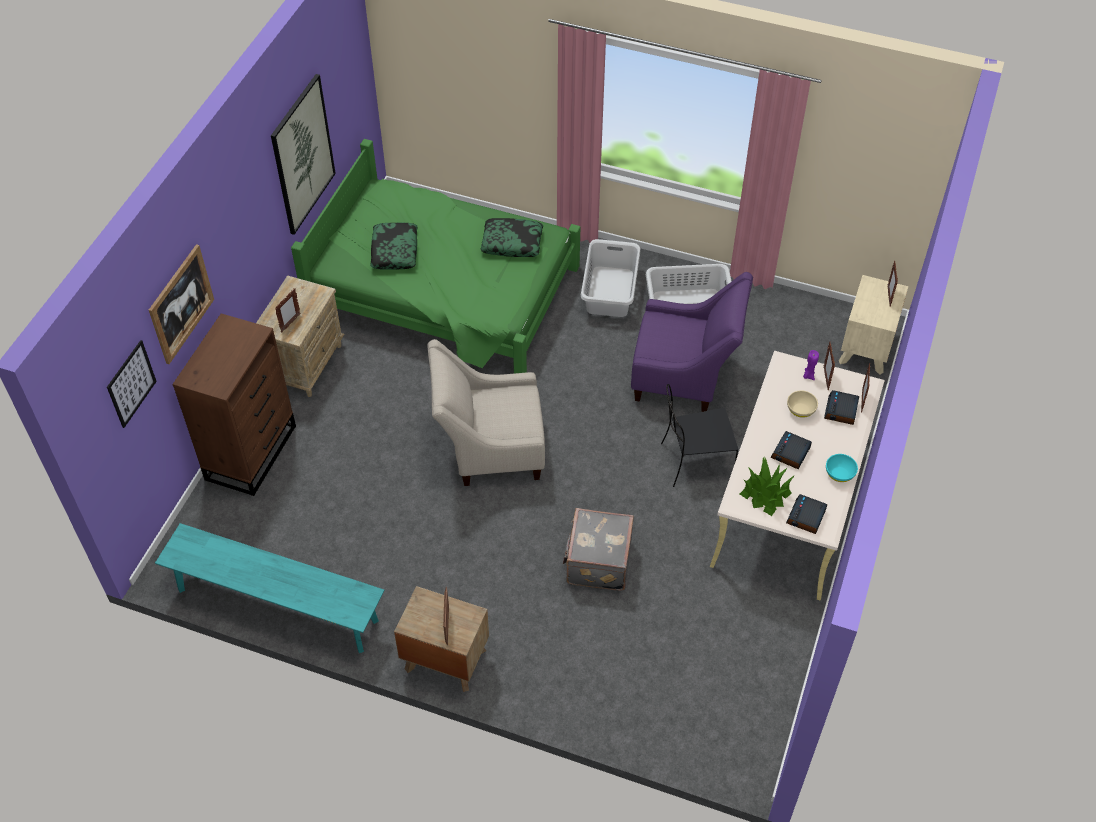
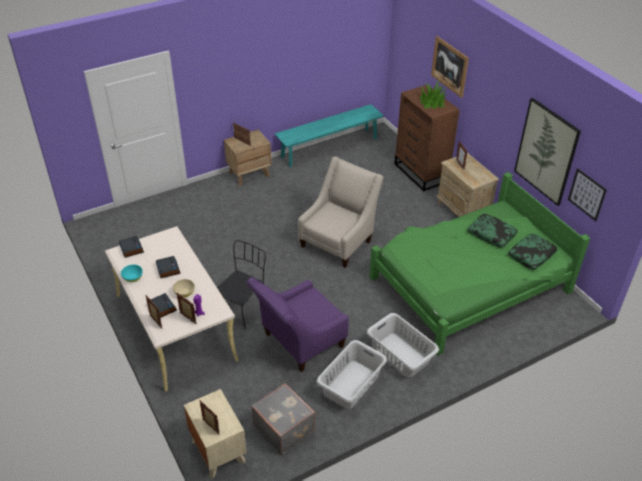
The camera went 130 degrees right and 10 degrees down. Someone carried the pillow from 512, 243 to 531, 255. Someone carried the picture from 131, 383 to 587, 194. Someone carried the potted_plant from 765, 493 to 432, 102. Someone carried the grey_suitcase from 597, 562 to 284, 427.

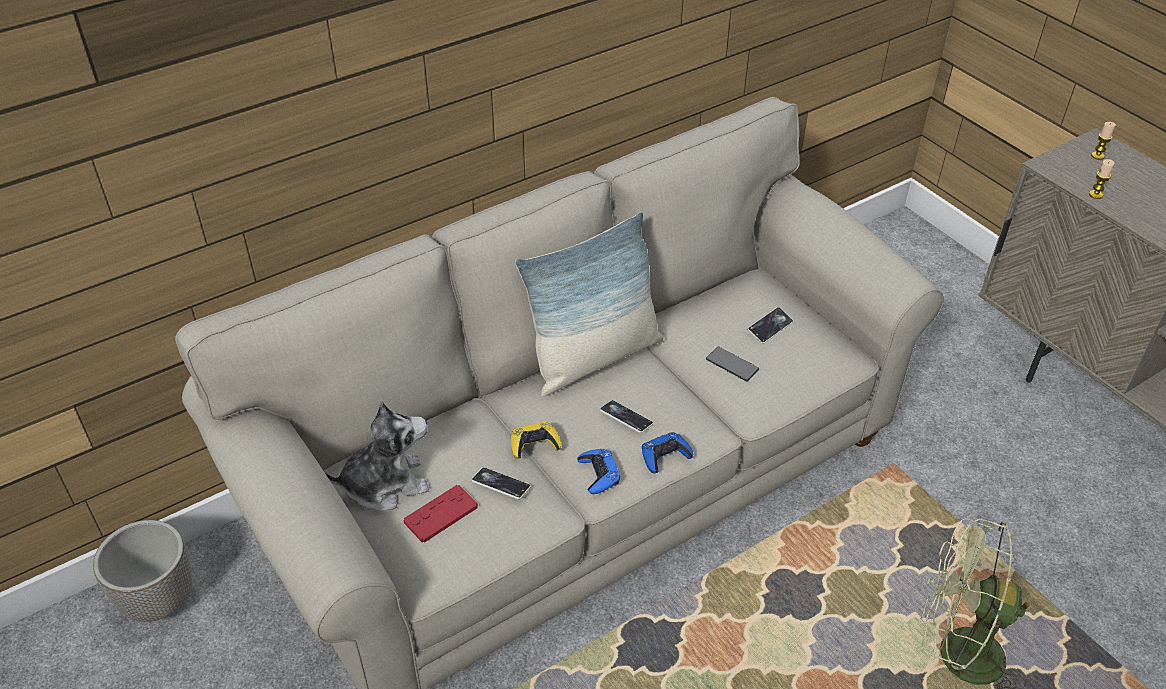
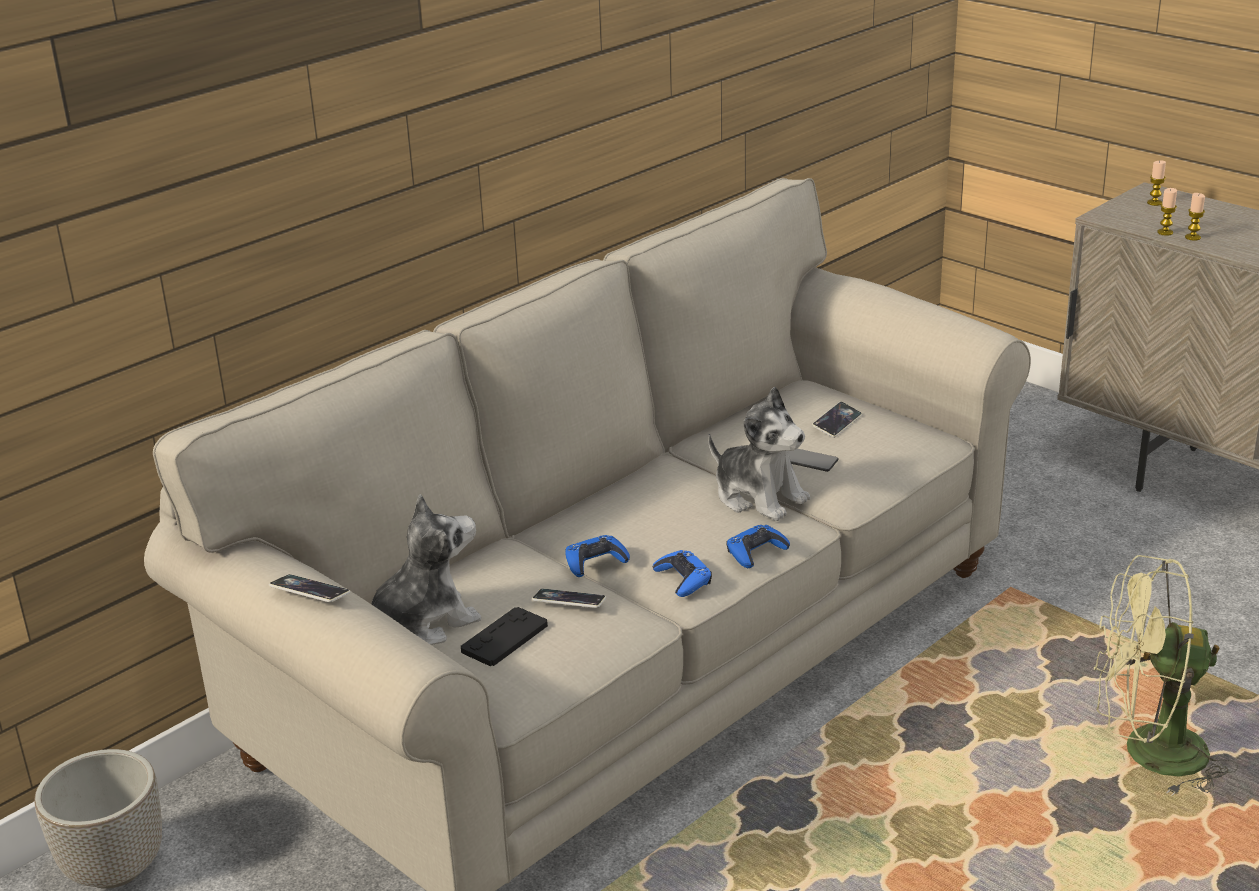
The camera went 10 degrees left and 15 degrees down. Someone took away the pillow at 594, 358. Someone carried the phone from 626, 419 to 310, 593. Someone repainted the yellow_game_controller at 534, 444, which became the blue_game_controller at 595, 562. Someone repainted the red_game_controller at 441, 514, which became the black_game_controller at 504, 638. Someone put down the candle at 1192, 237. Someone put down the plush_toy at 759, 496.

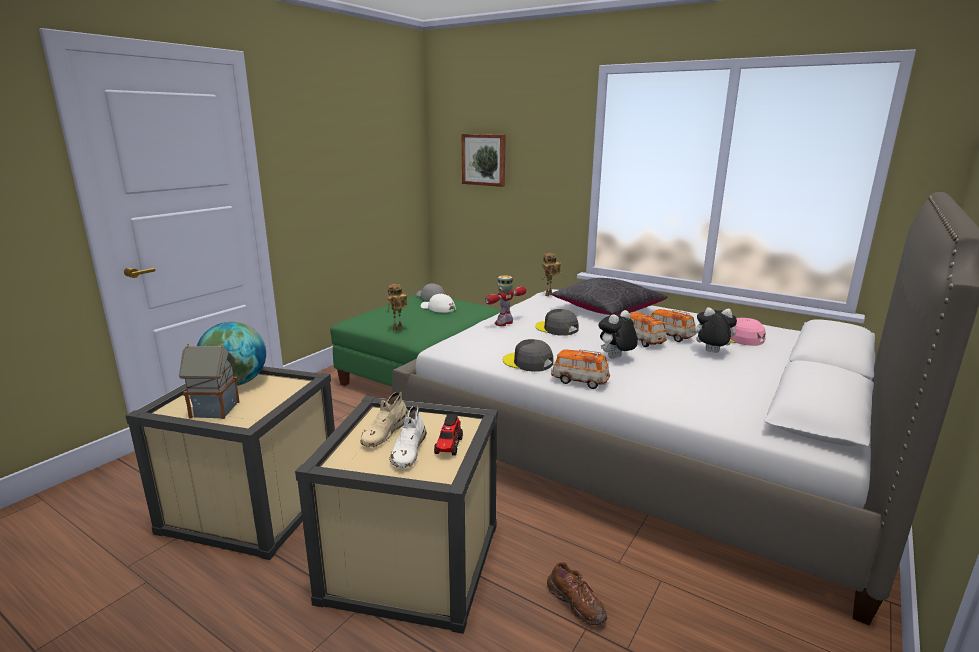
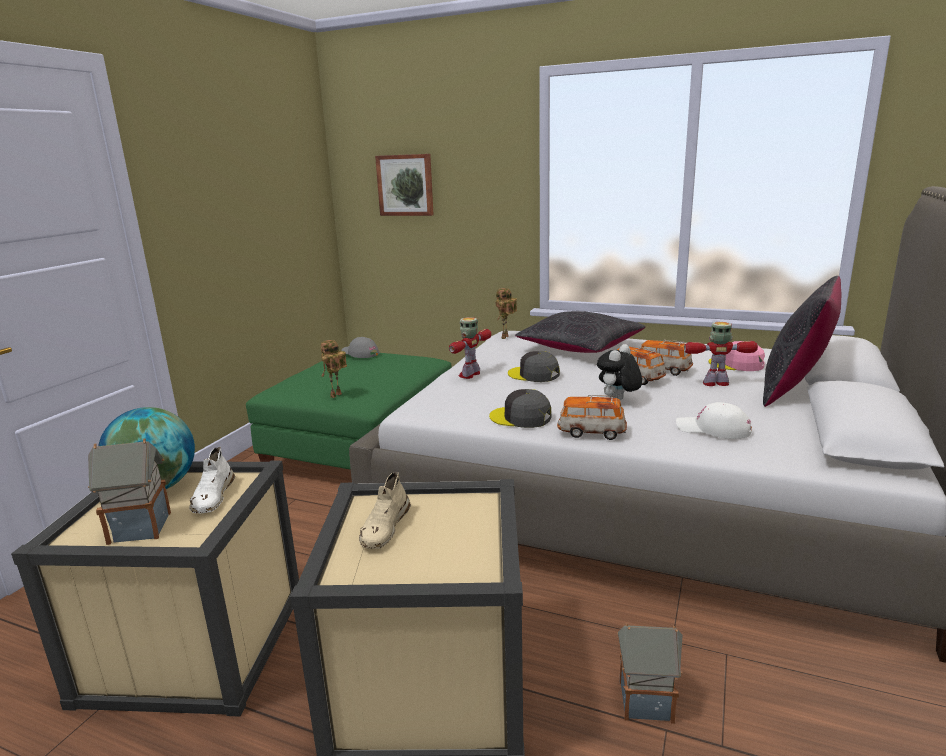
The camera went 10 degrees left and 0 degrees up. Someone carried the white_cap from 438, 308 to 713, 429. Someone swapped the plush_toy at 710, 352 for the toy_robot at 716, 383. Someone carried the white_shoe from 408, 451 to 213, 497. Someone took away the toy_truck at 448, 446. Someone swapped the brown_shoe at 576, 604 for the toy_house at 644, 702. Someone put down the black_pillow at 795, 390.

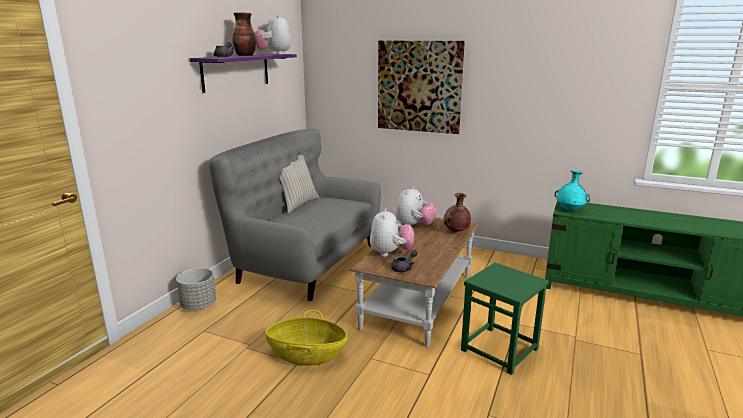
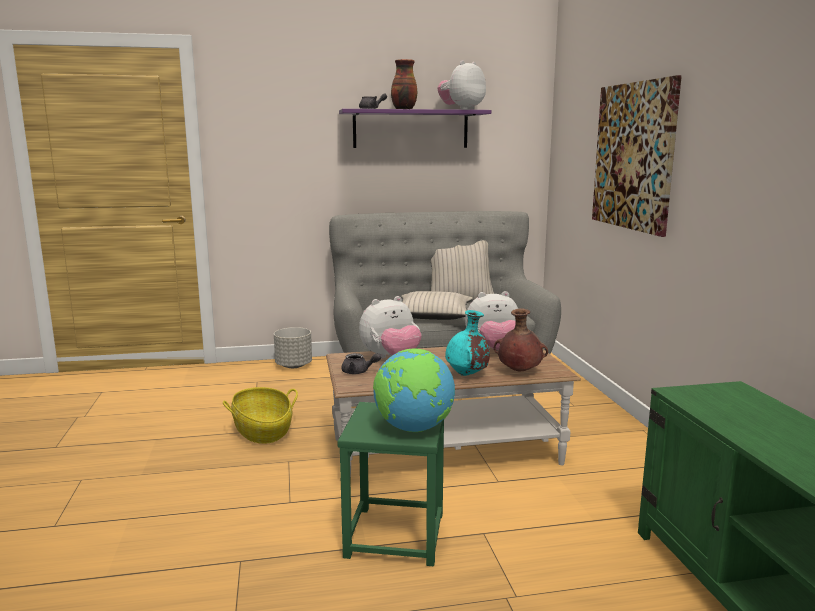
The camera went 55 degrees right and 5 degrees down. Someone carried the turquoise_vase from 570, 210 to 467, 375. Someone put down the beige_pillow at 433, 315. Someone put down the globe at 413, 428.

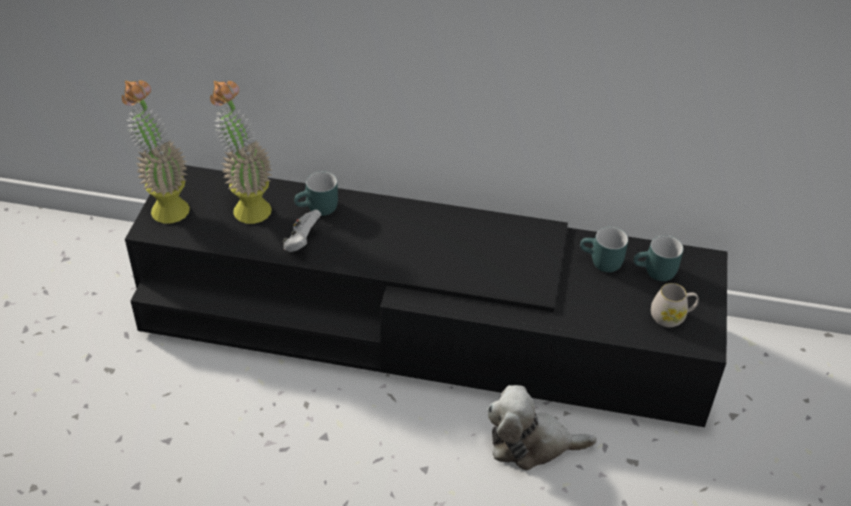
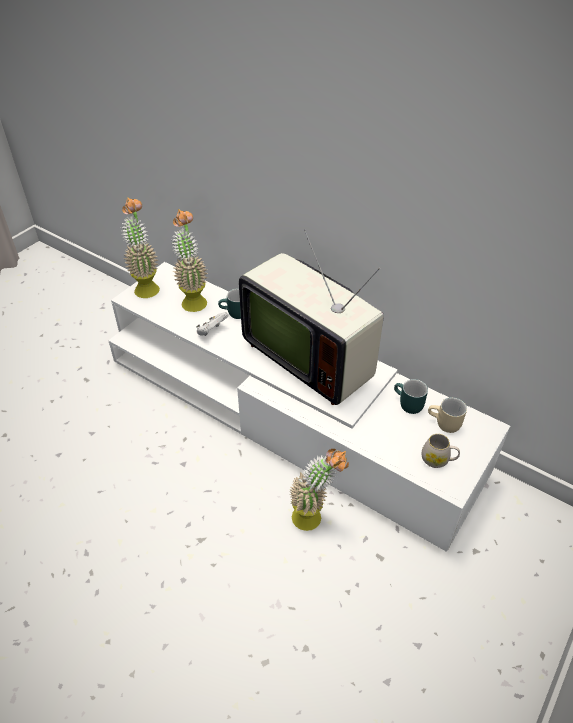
The camera went 25 degrees right and 0 degrees up. Someone repainted the black_tv_stand at 423, 327, which became the white_tv_stand at 286, 413. Someone repainted the turquoise_mug at 655, 273, which became the beige_mug at 444, 424. Someone swapped the plush_toy at 531, 443 for the potted_plant at 314, 517. Someone put down the television at 310, 357.

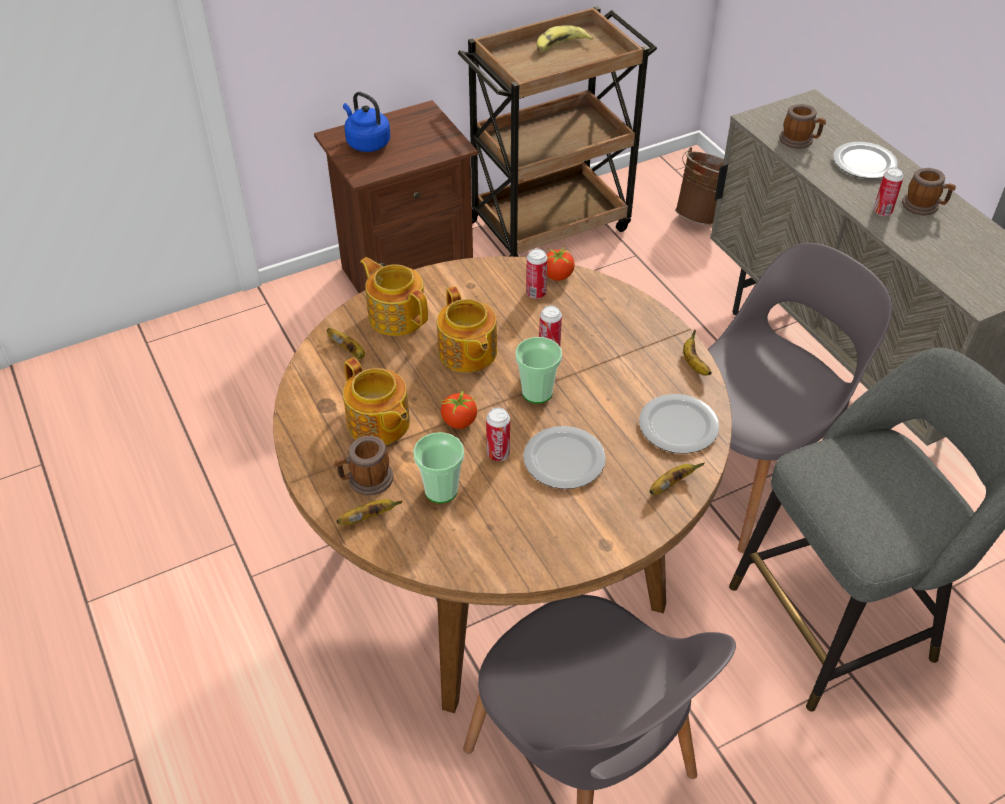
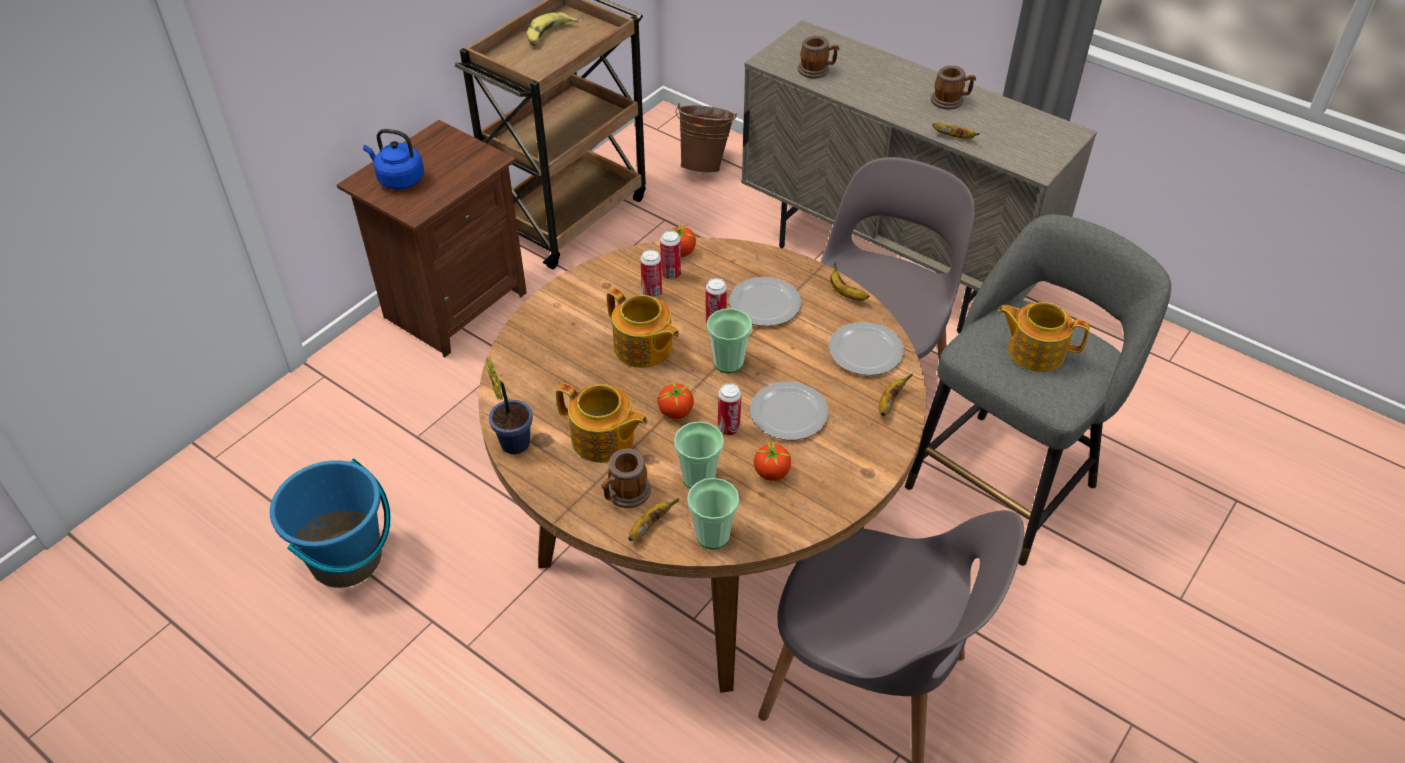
The camera went 25 degrees left and 0 degrees up. Someone carried the plate from 863, 163 to 765, 305. Someone carried the can from 882, 211 to 652, 293. Someone carried the teapot from 396, 315 to 1035, 351. Someone carried the banana from 349, 351 to 954, 137. Someone put down the potted_plant at 514, 440. Someone put down the tomato at 772, 473. Someone put down the blue_bucket at 347, 559. Someone put down the cup at 712, 535.

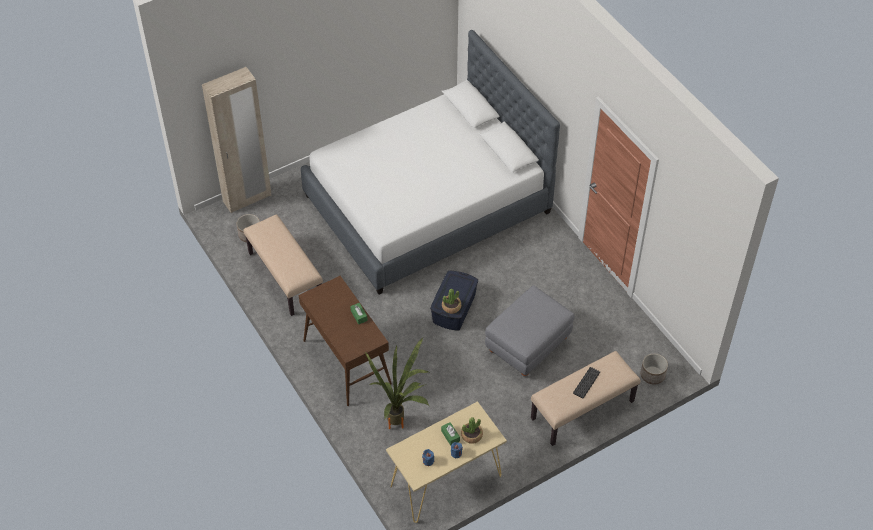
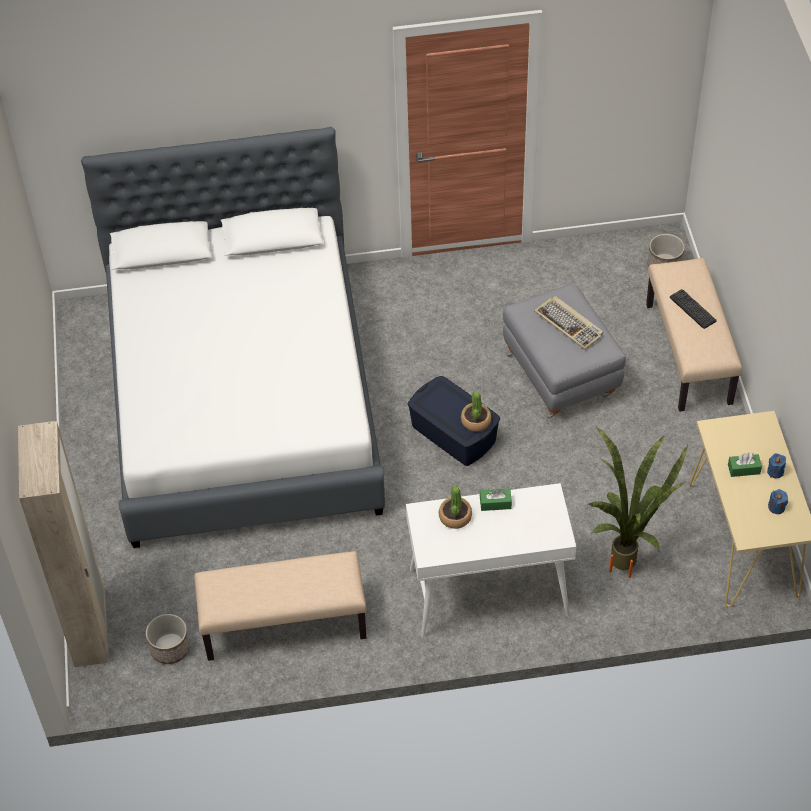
The camera went 65 degrees left and 0 degrees up. Someone repainted the brown_console_table at 346, 362, which became the white_console_table at 487, 593. Someone carried the potted_plant from 471, 435 to 455, 516. Someone put down the keyboard at 569, 324.

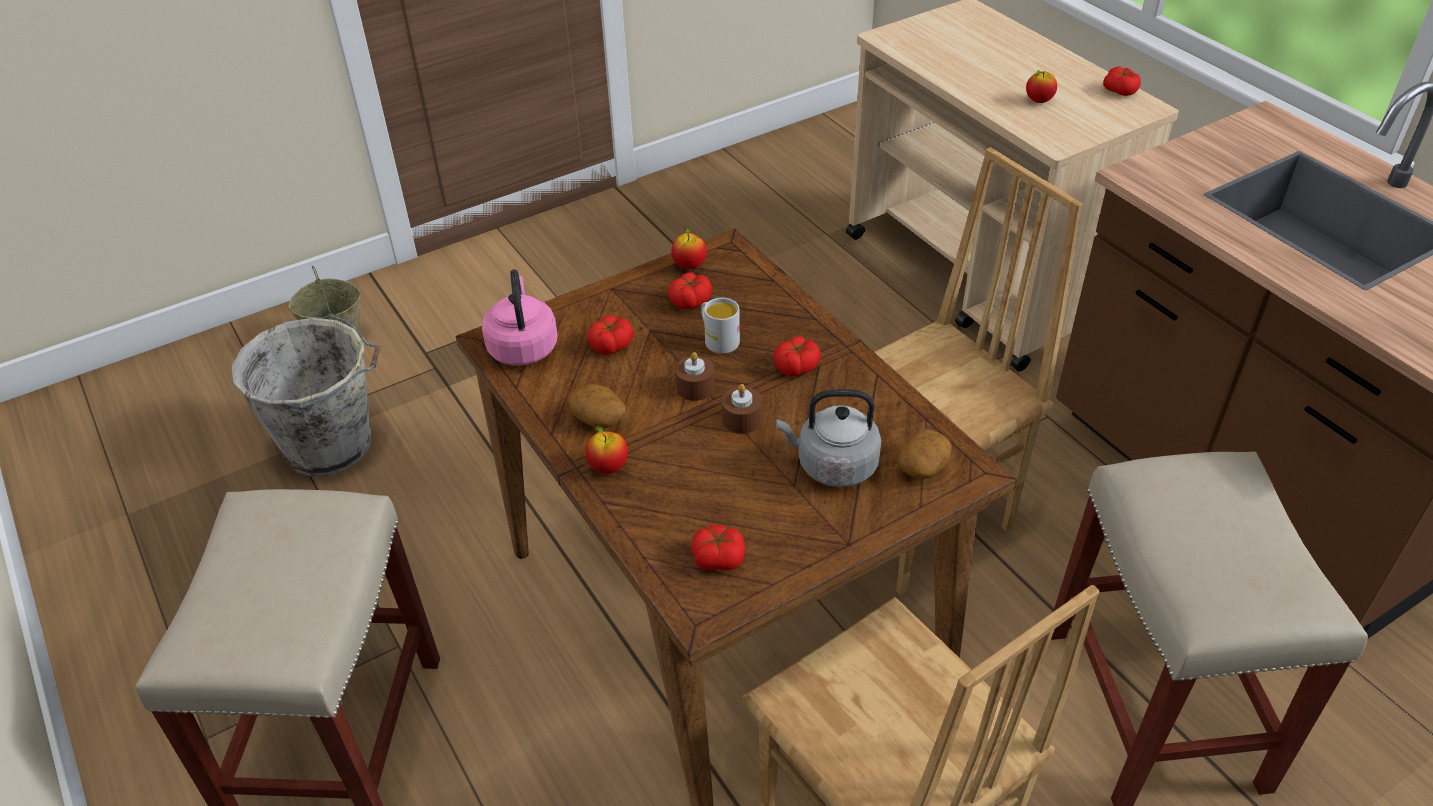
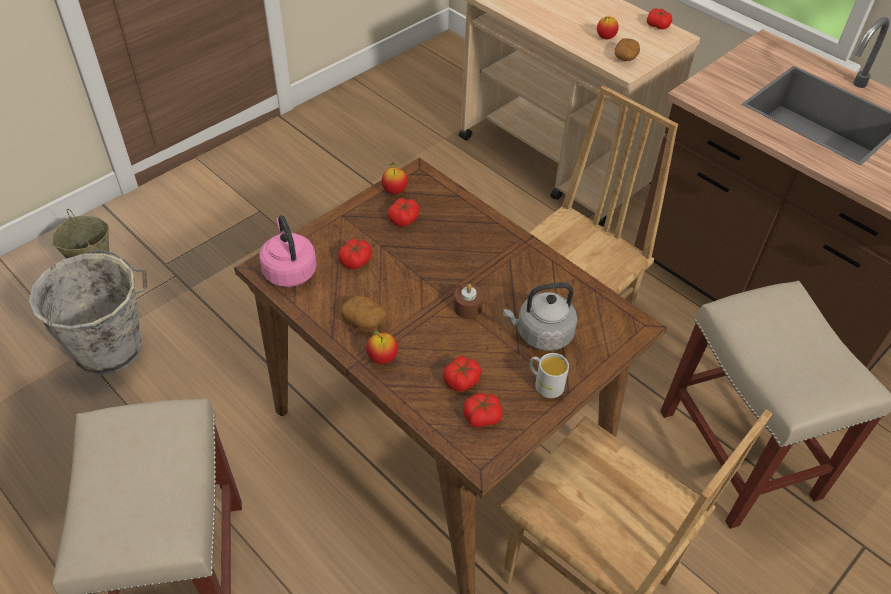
The camera went 15 degrees left and 5 degrees up. Someone carried the white_mug from 718, 339 to 544, 384. Someone carried the tomato from 796, 366 to 461, 380. Someone took away the brown_candle at 695, 387. Someone carried the potato from 923, 467 to 625, 58.

